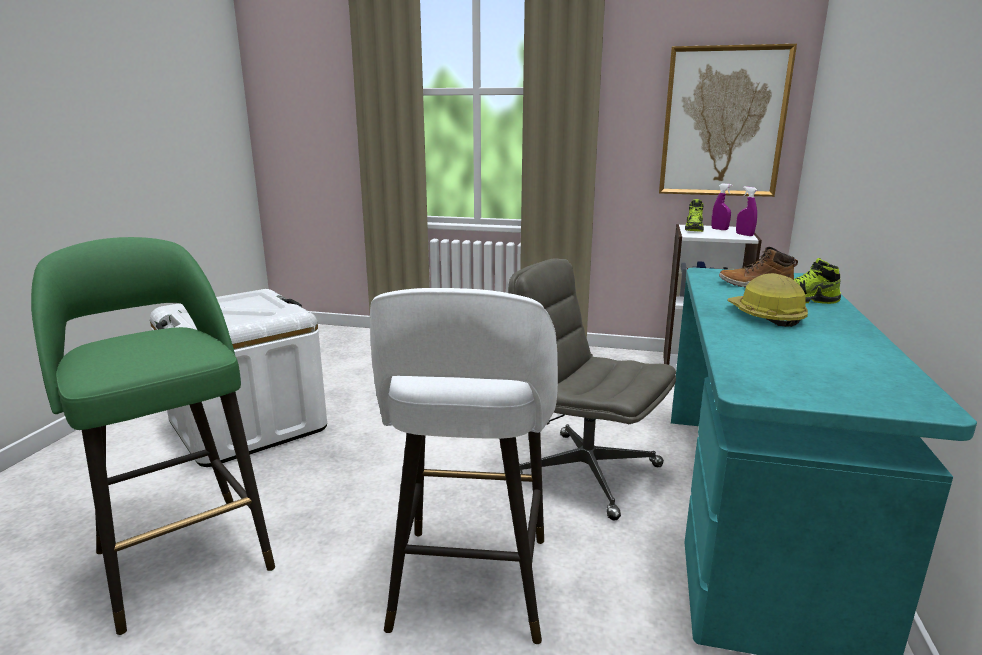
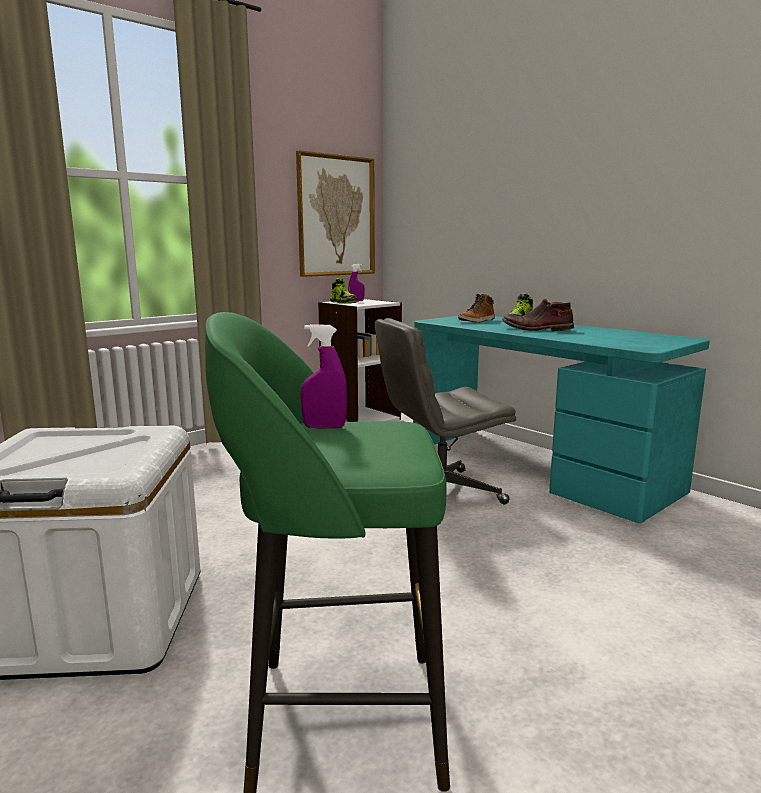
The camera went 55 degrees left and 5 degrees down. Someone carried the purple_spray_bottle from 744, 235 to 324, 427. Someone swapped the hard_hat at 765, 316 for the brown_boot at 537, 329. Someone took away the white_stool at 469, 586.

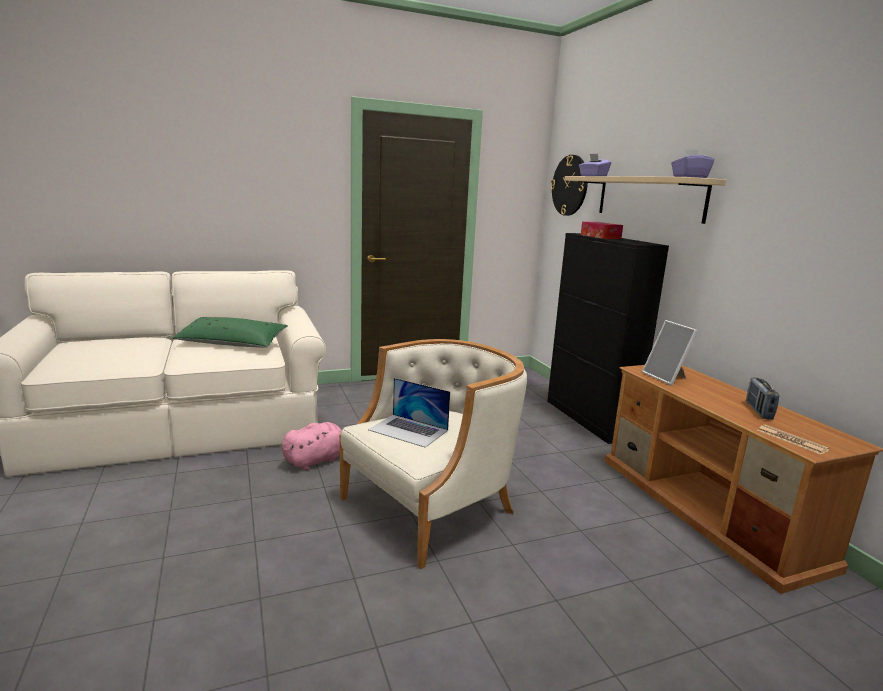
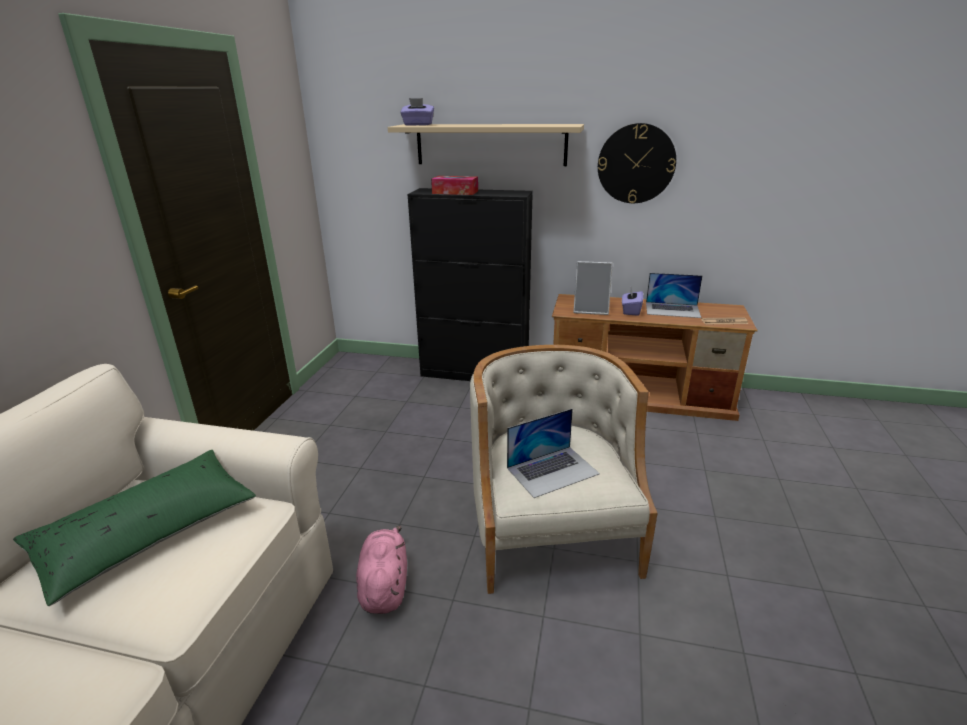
The camera went 55 degrees left and 10 degrees up. Someone carried the purple_tissue_box from 689, 177 to 631, 311. Someone carried the wall_clock from 570, 185 to 636, 164. Someone swapped the radio at 758, 411 for the laptop at 672, 310.

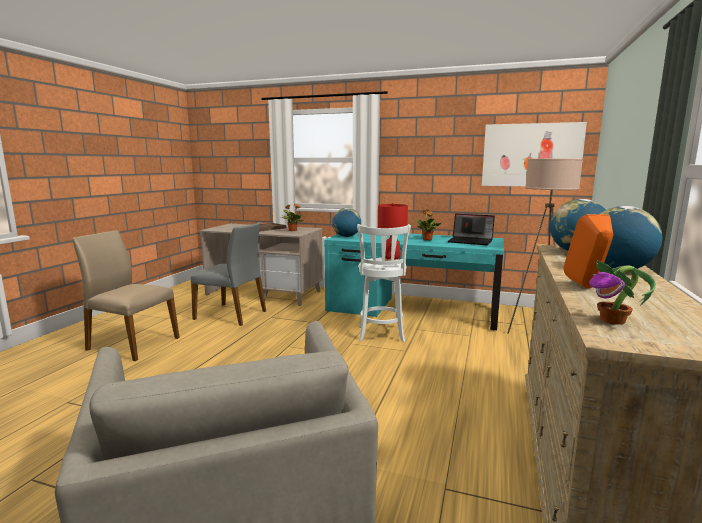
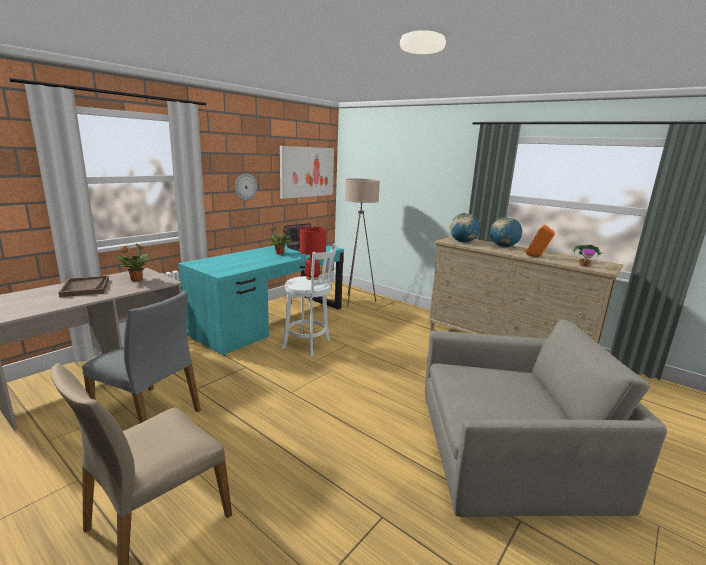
The camera went 70 degrees left and 5 degrees up. Someone took away the globe at 346, 236. Someone rotated the grey_chair at 231, 315 by 75 degrees clockwise. Someone put up the wall_clock at 245, 187.

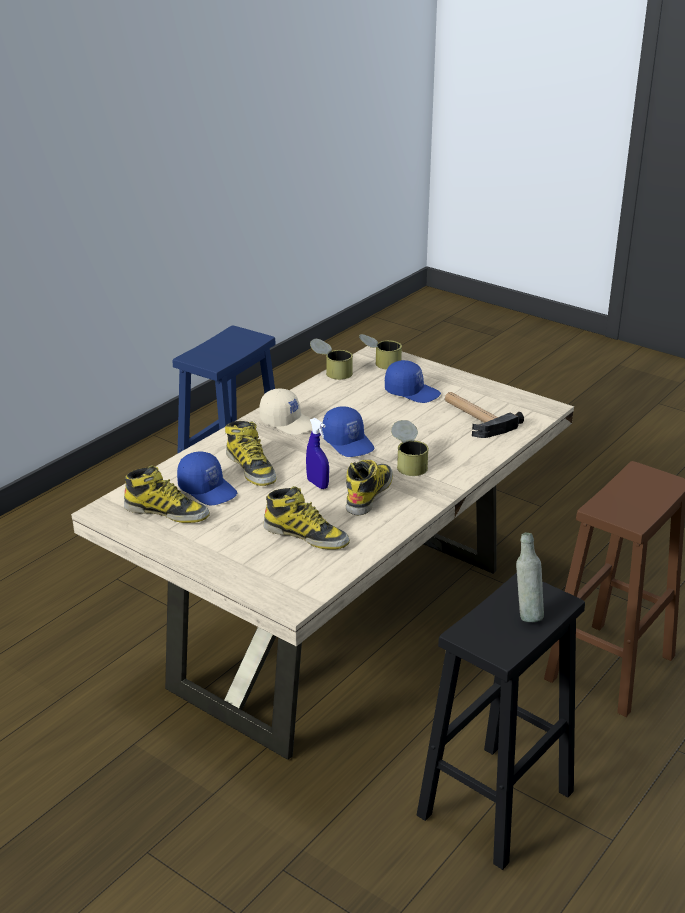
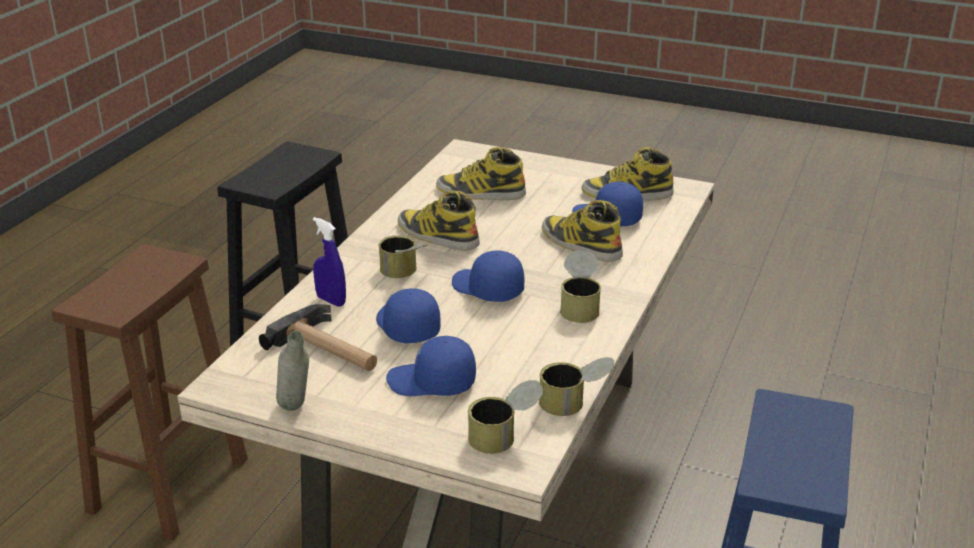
The camera went 165 degrees right and 0 degrees up. Someone swapped the beige_cap at 288, 422 for the can at 580, 305. Someone carried the blue_spray_bottle from 317, 484 to 331, 301. Someone rotated the boot at 369, 493 by 120 degrees clockwise. Someone carried the grey_bottle from 526, 614 to 296, 412. Someone put down the blue_cap at 406, 326.

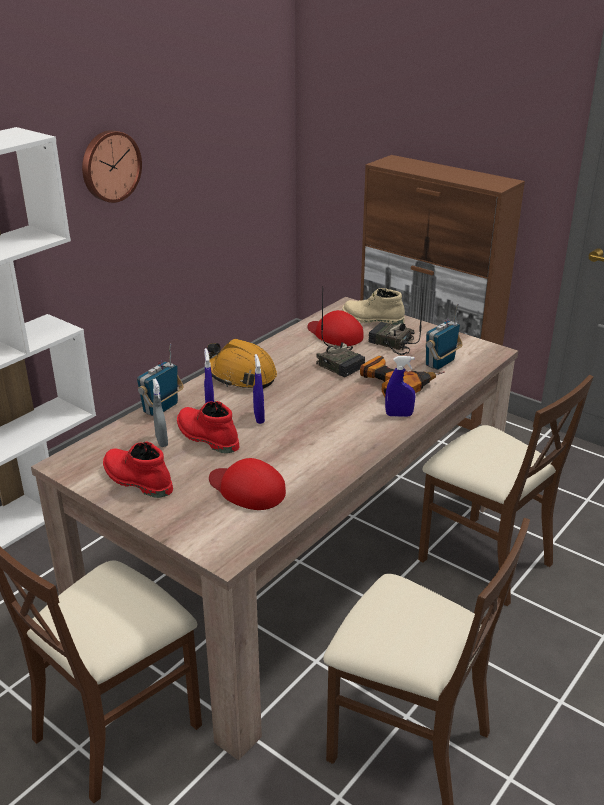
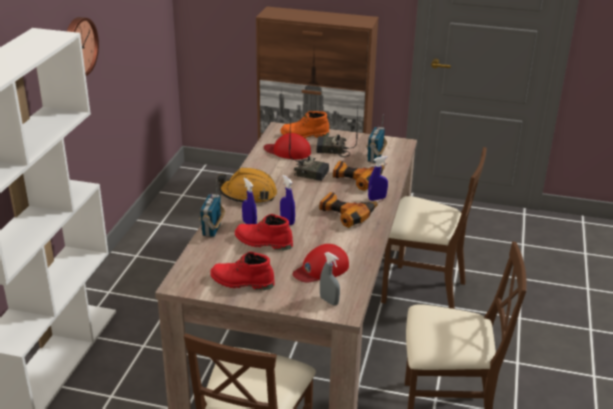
The camera went 25 degrees left and 0 degrees up. Someone repainted the beige_boot at 372, 319, which became the orange_boot at 304, 135. Someone carried the grey_spray_bottle from 161, 441 to 329, 301. Someone rotated the red_cap at 247, 489 by 45 degrees counterclockwise. Someone put down the power_drill at 348, 212.

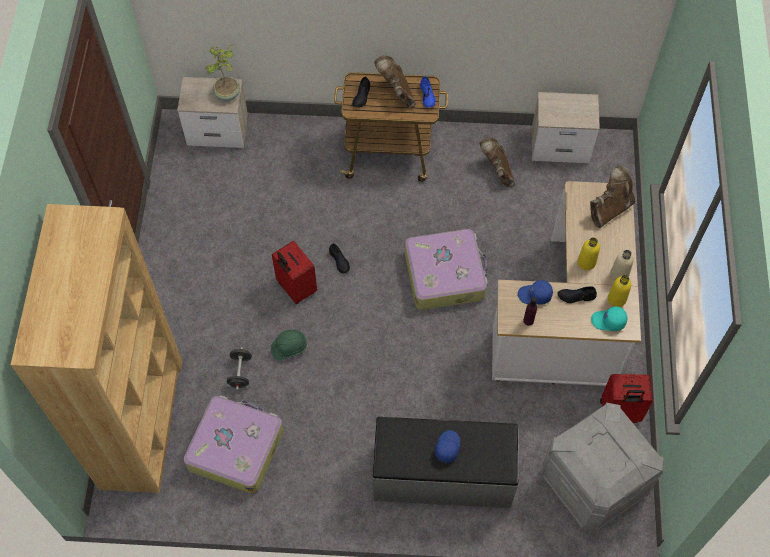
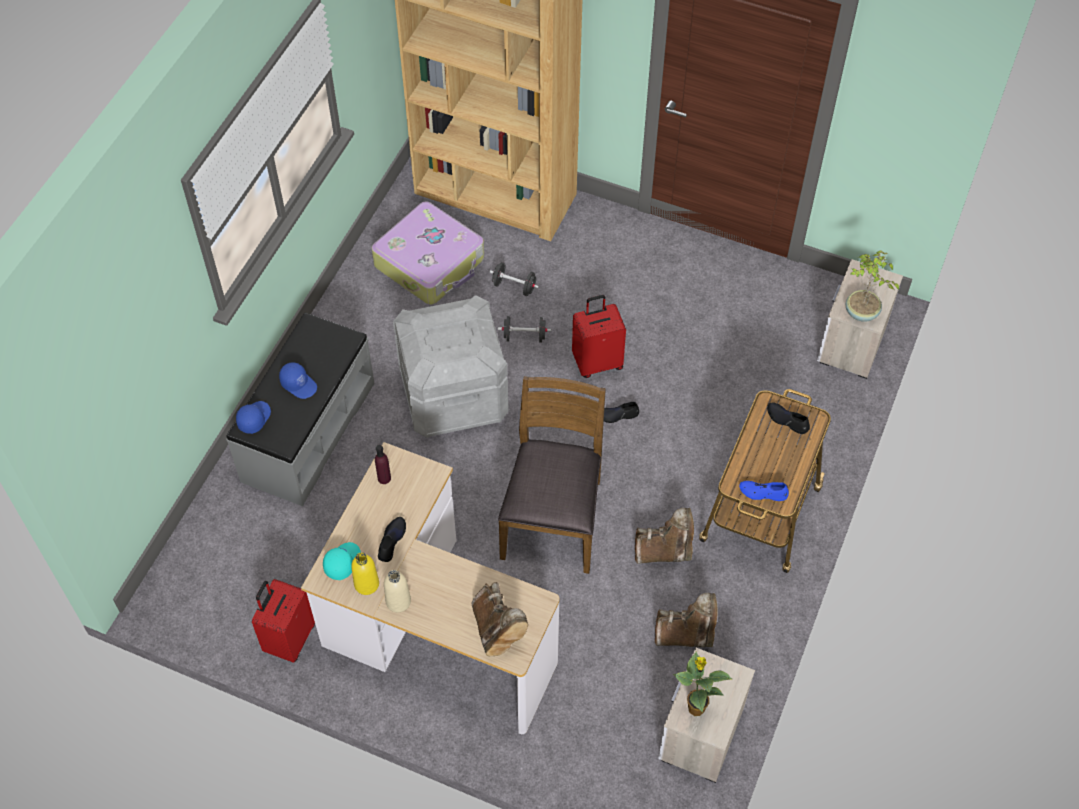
The camera went 110 degrees right and 5 degrees down. Someone carried the brown_boot from 396, 92 to 665, 551. Someone swapped the suitcase at 445, 274 for the brown_chair at 553, 518. Someone took away the yellow_bottle at 586, 262. Someone carried the blue_cap from 534, 295 to 253, 418. Someone swapped the green_hard_hat at 289, 347 for the black_dumbbell at 524, 336. Someone carried the grey_storage_box from 594, 482 to 453, 396. Someone put down the potted_plant at 695, 707.

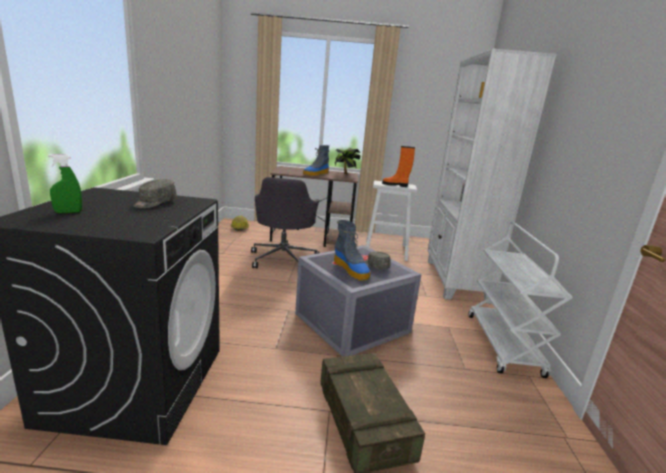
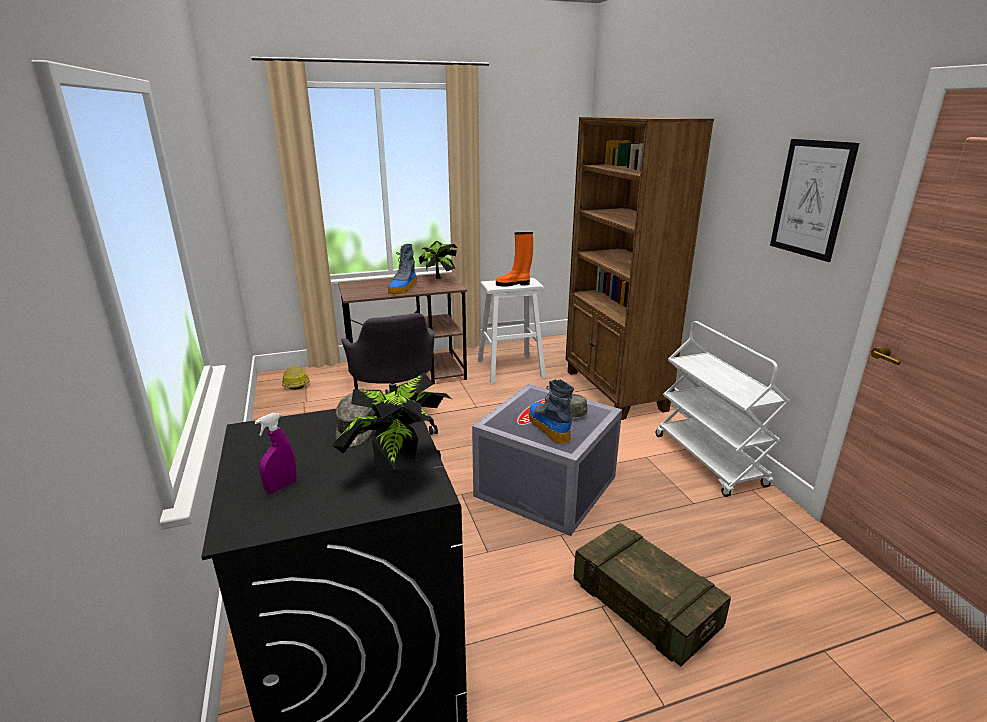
The camera went 20 degrees left and 5 degrees up. Someone repainted the white_bookcase at 456, 280, which became the brown_bookcase at 614, 391. Someone repainted the green_spray_bottle at 68, 212, which became the purple_spray_bottle at 281, 487. Someone rotated the boot at 351, 270 by 150 degrees counterclockwise. Someone put up the picture at 811, 199. Someone put down the potted_plant at 400, 468.

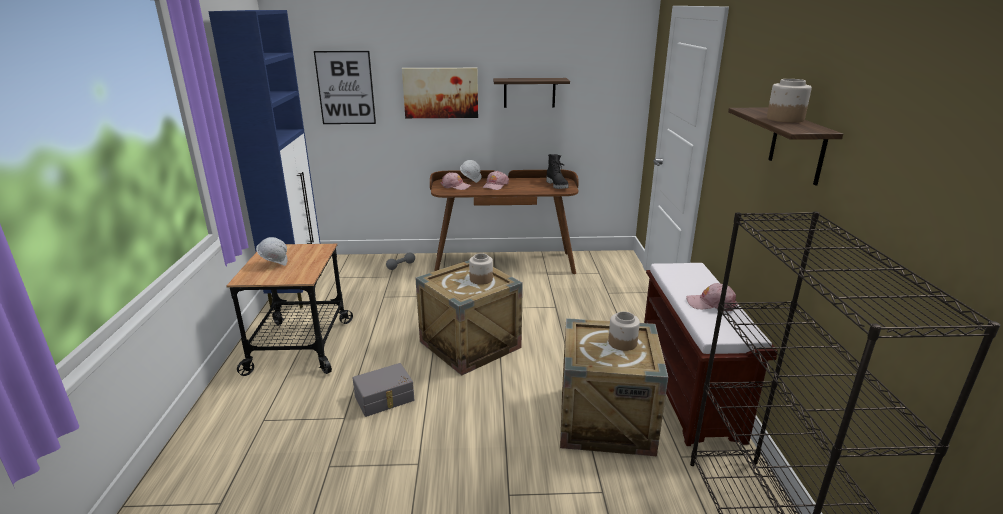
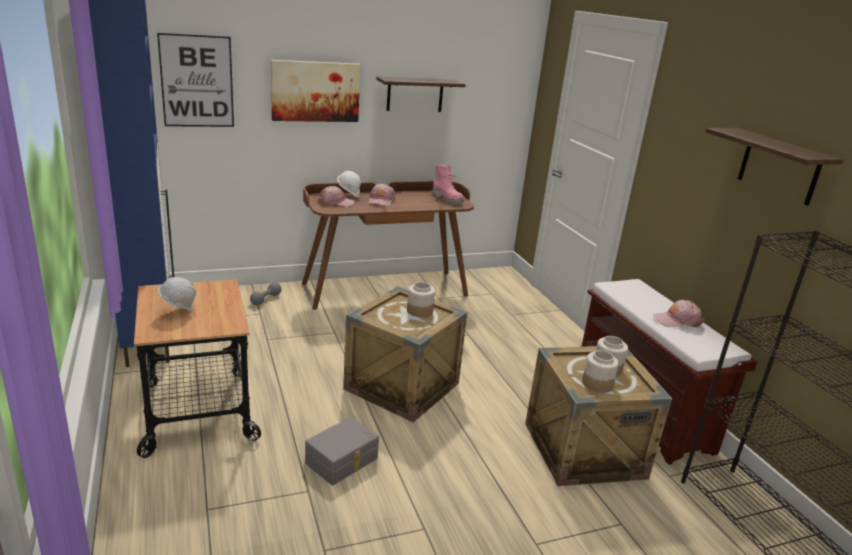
The camera went 20 degrees left and 0 degrees up. Someone carried the jar from 784, 119 to 596, 384. Someone repainted the black_boot at 557, 185, which became the pink_boot at 448, 199.

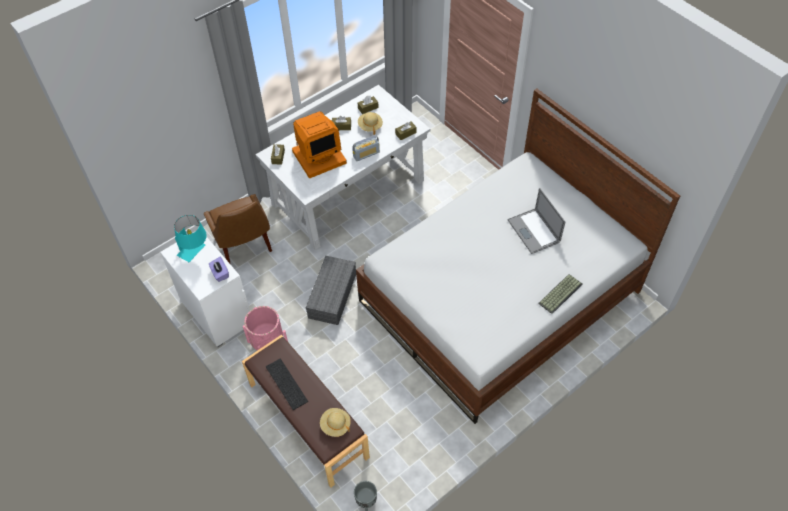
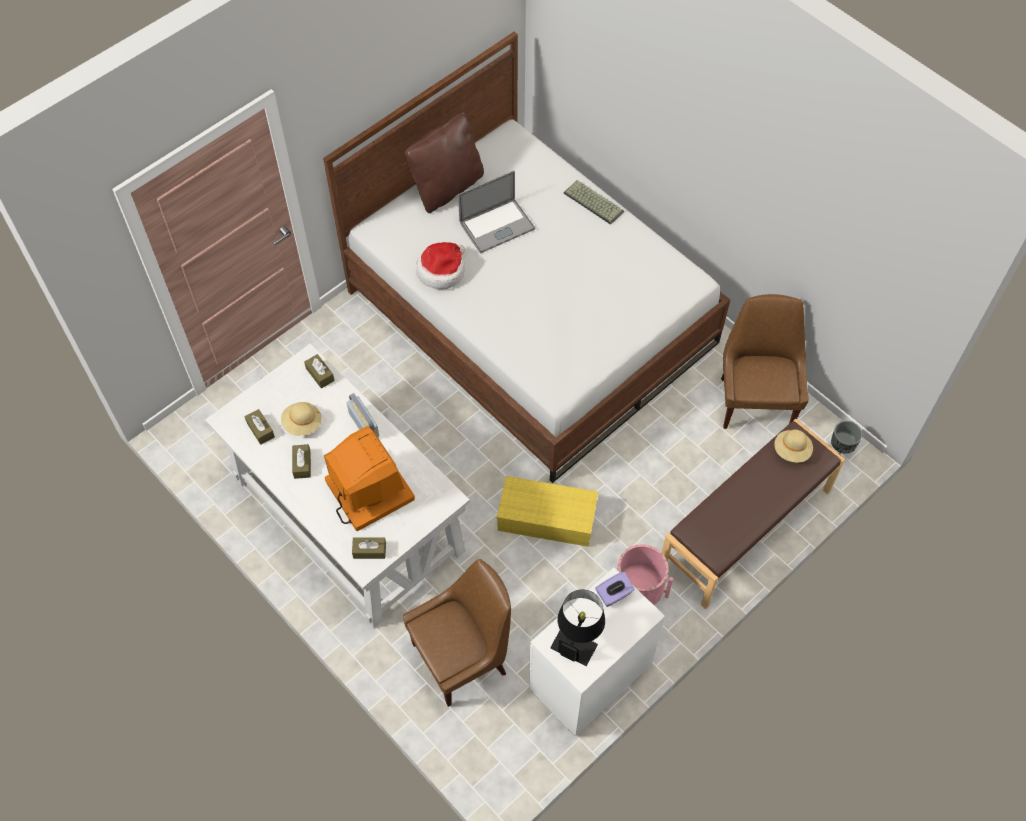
The camera went 95 degrees left and 5 degrees up. Someone repainted the turquoise_table_lamp at 195, 252, which became the black_table_lamp at 577, 638. Someone repainted the grey_storage_box at 332, 294, which became the yellow_storage_box at 545, 519. Someone took away the keyboard at 285, 384. Someone put down the brown_pillow at 447, 187. Someone put down the hat at 442, 271. Someone put down the brown_chair at 755, 401.

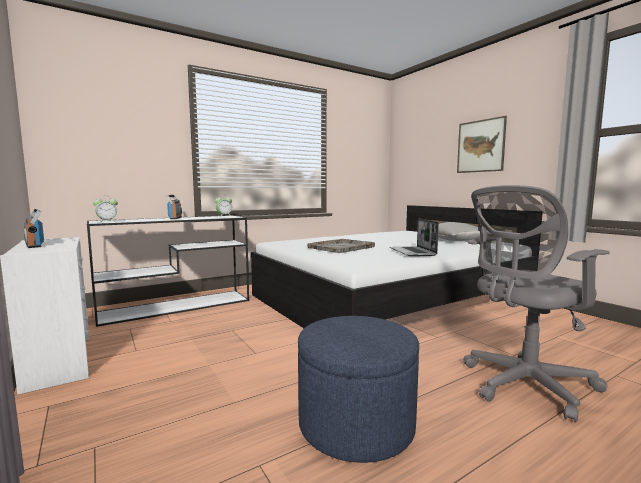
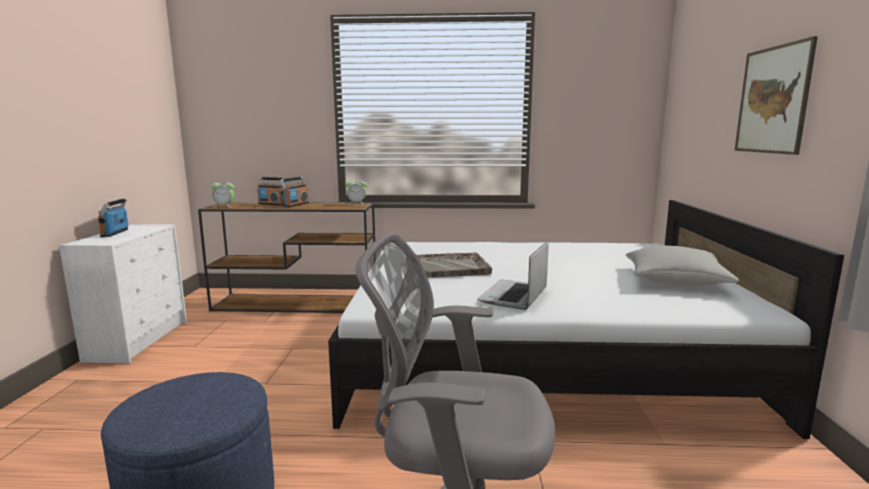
The camera went 35 degrees right and 5 degrees up. Someone repainted the white_console_table at 177, 306, which became the brown_console_table at 298, 303. Someone put down the radio at 272, 204.

